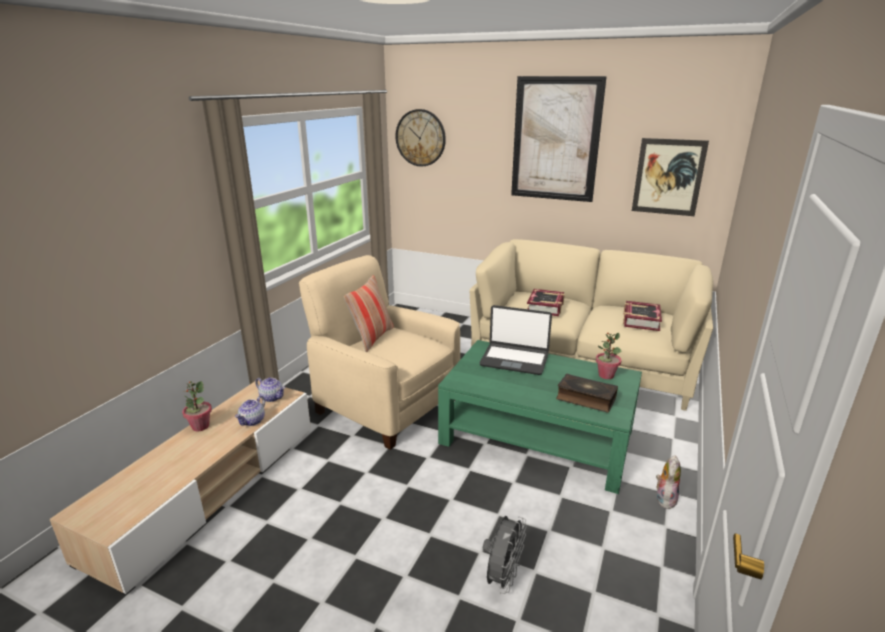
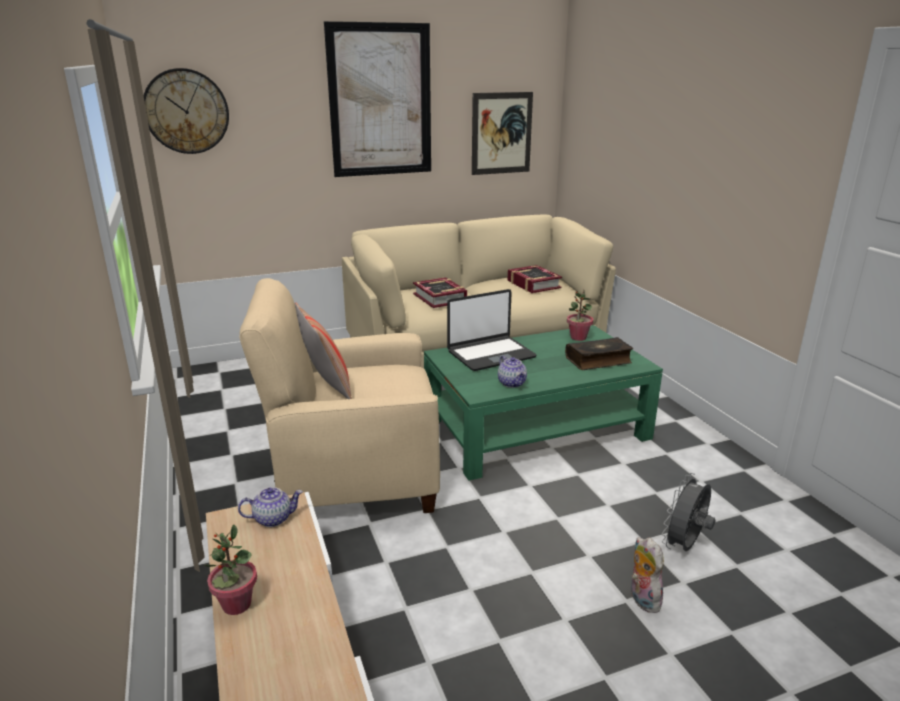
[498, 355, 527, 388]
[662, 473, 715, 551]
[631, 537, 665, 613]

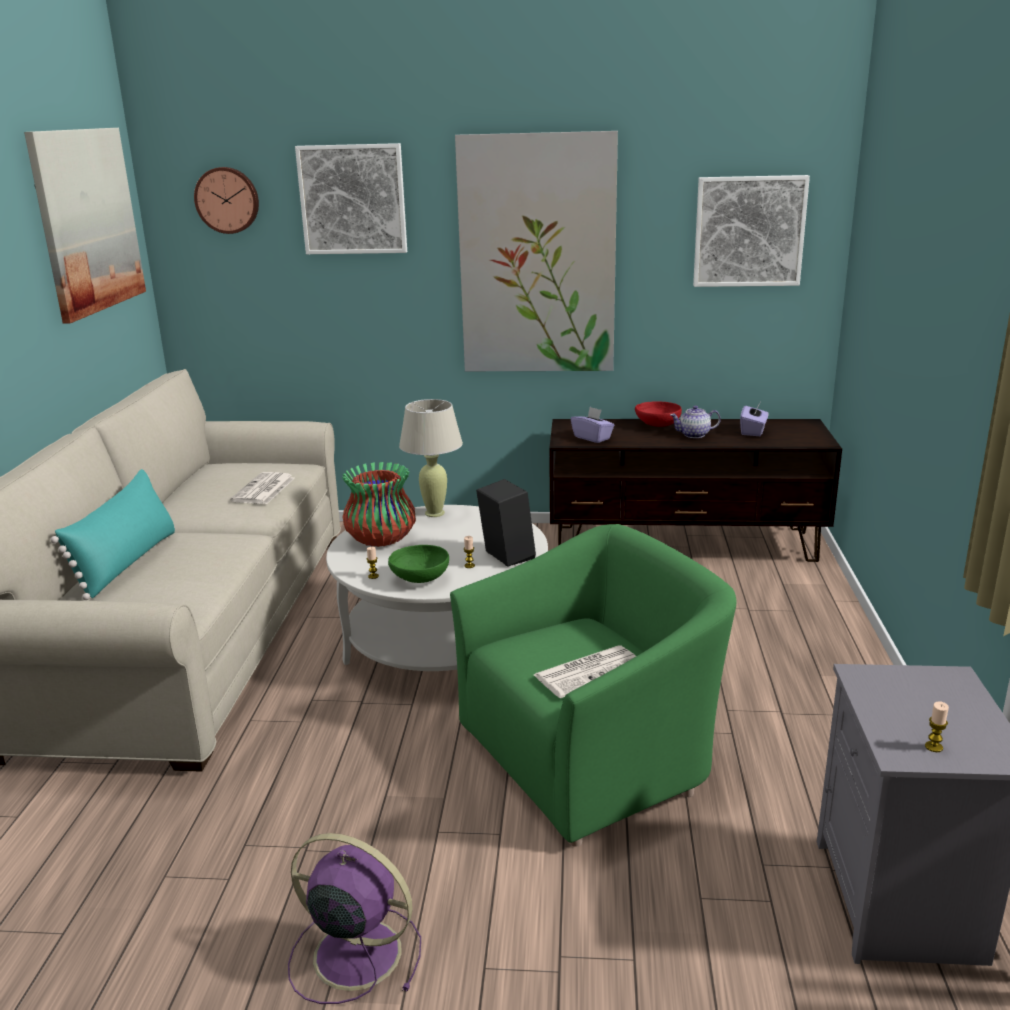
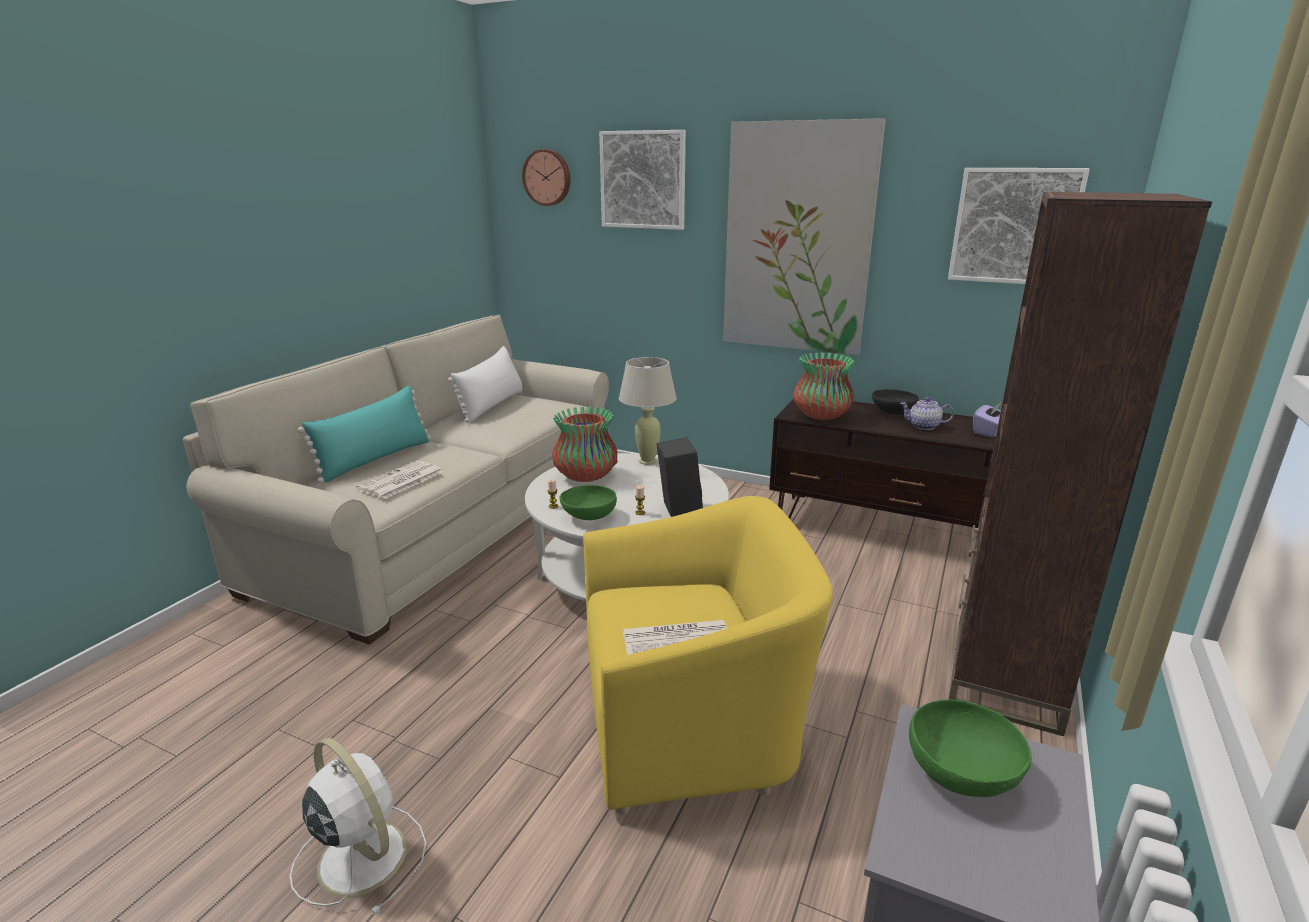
[24, 128, 146, 324] (first image)
[356, 461, 443, 499]
[290, 738, 426, 915]
[583, 496, 832, 814]
[793, 353, 855, 420]
[872, 389, 919, 415]
[925, 701, 949, 752] (first image)
[448, 346, 522, 423]
[909, 699, 1031, 797]
[949, 192, 1212, 736]

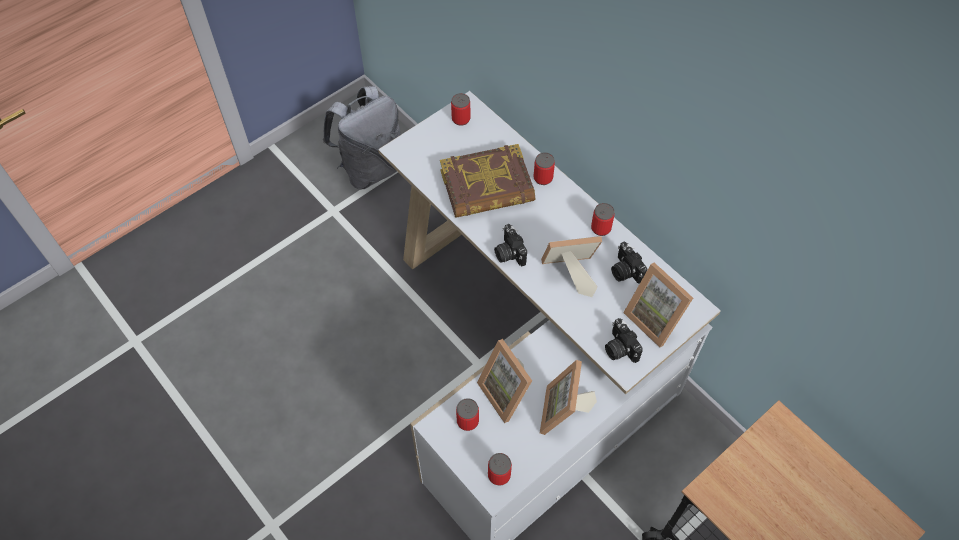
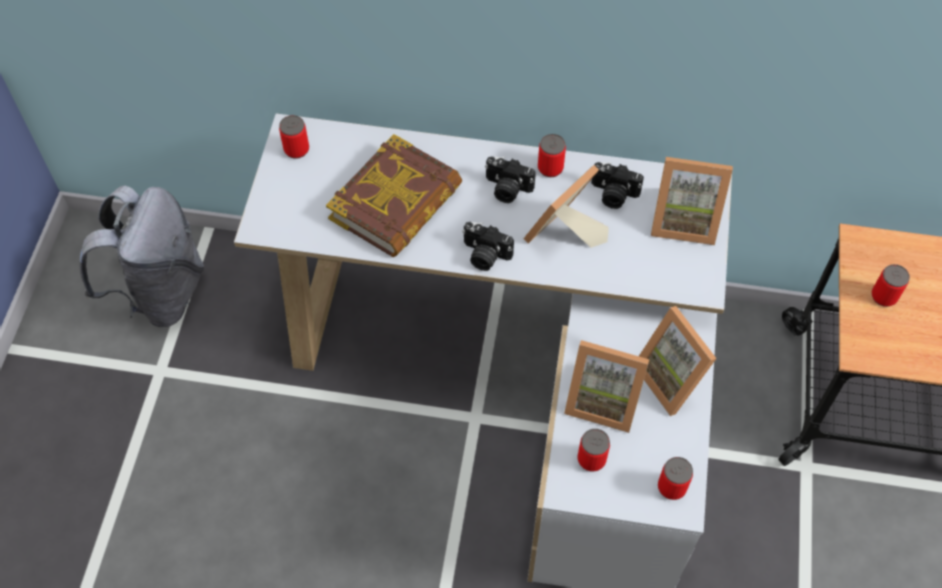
[872, 264, 910, 307]
[485, 156, 536, 203]

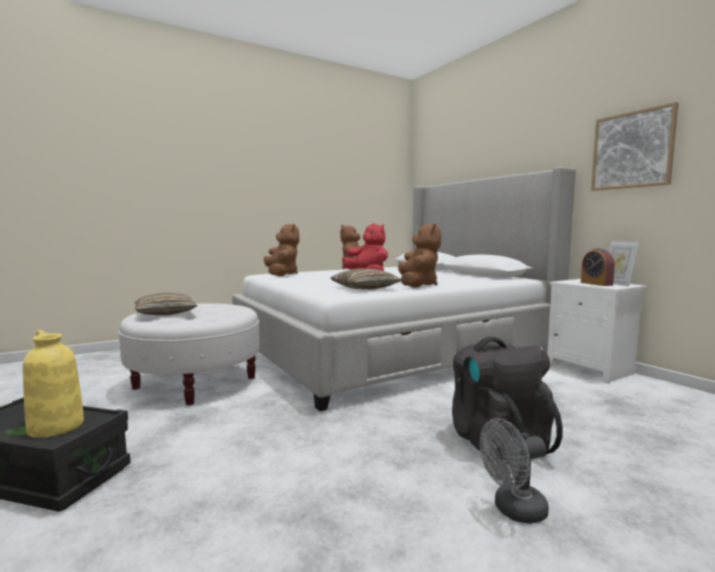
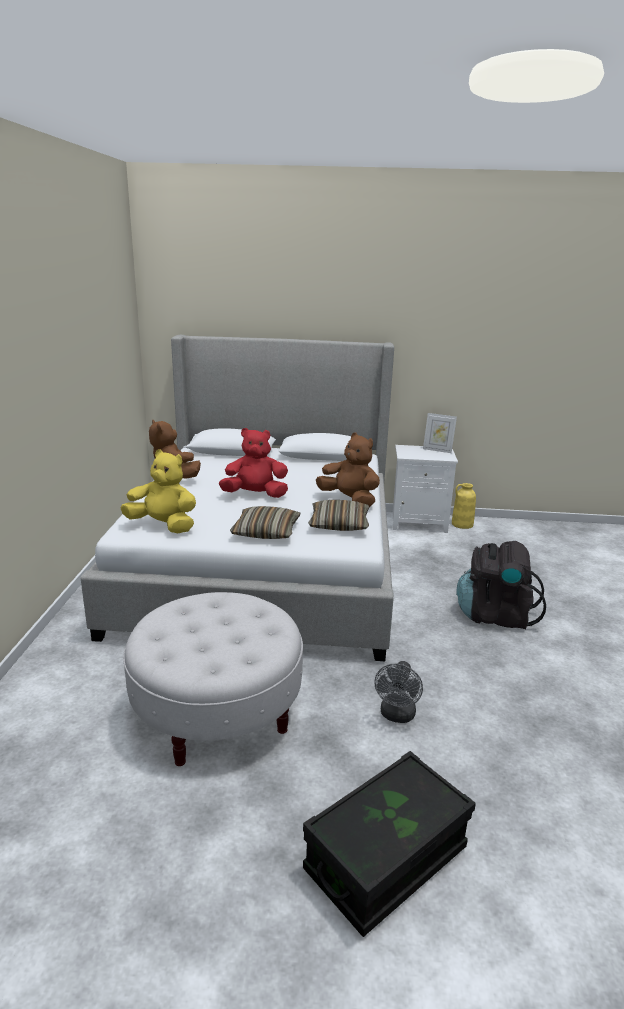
[452, 483, 476, 529]
[230, 506, 300, 539]
[121, 449, 196, 533]
[375, 661, 423, 723]
[581, 248, 615, 286] (first image)
[591, 102, 679, 191] (first image)

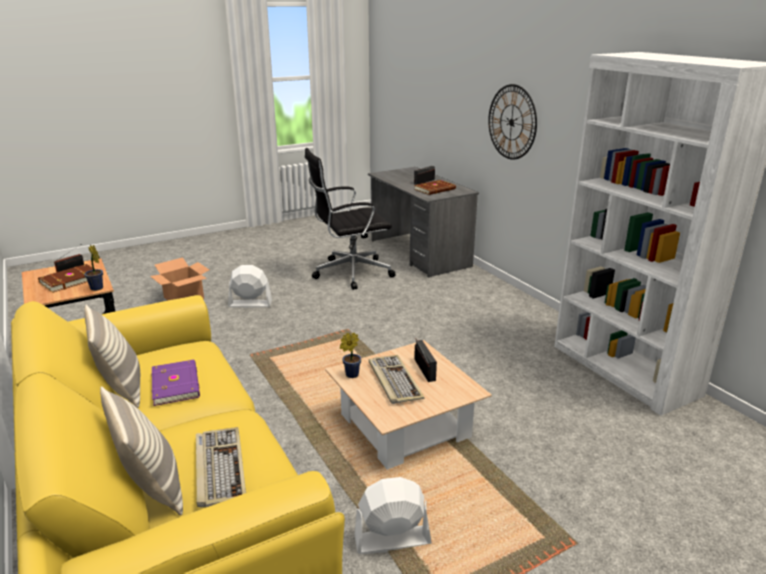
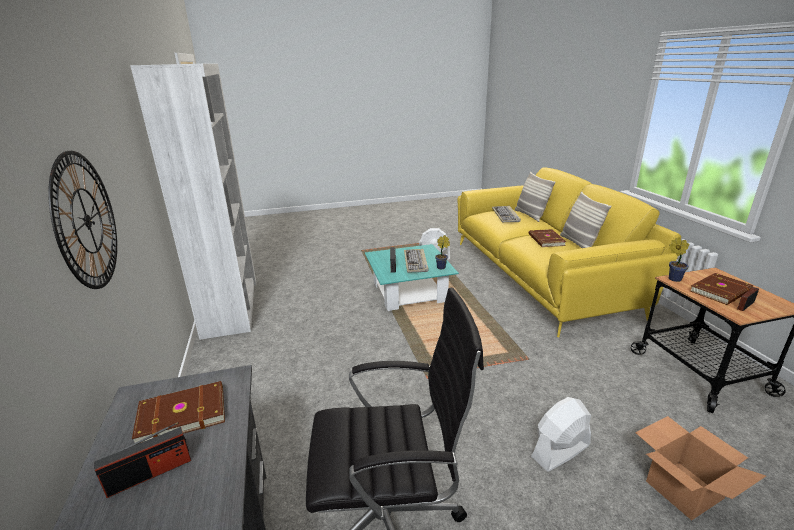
[529, 229, 566, 247]
[531, 397, 591, 471]
[365, 244, 459, 311]

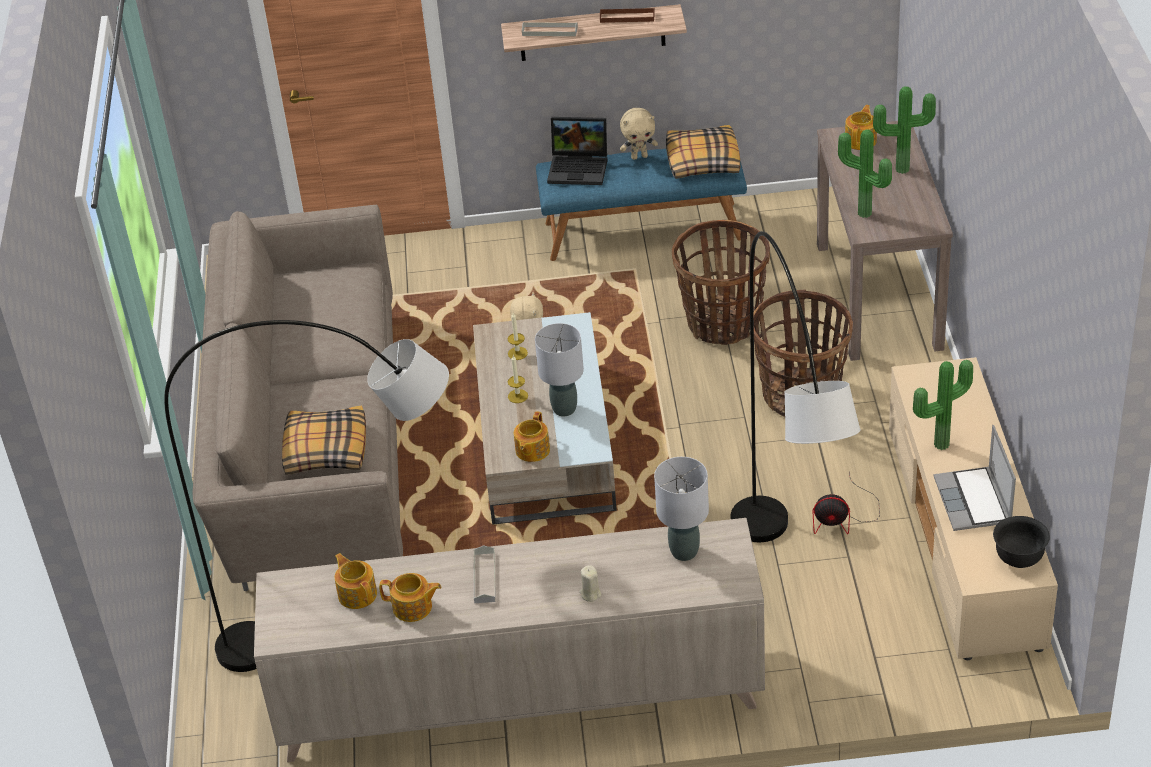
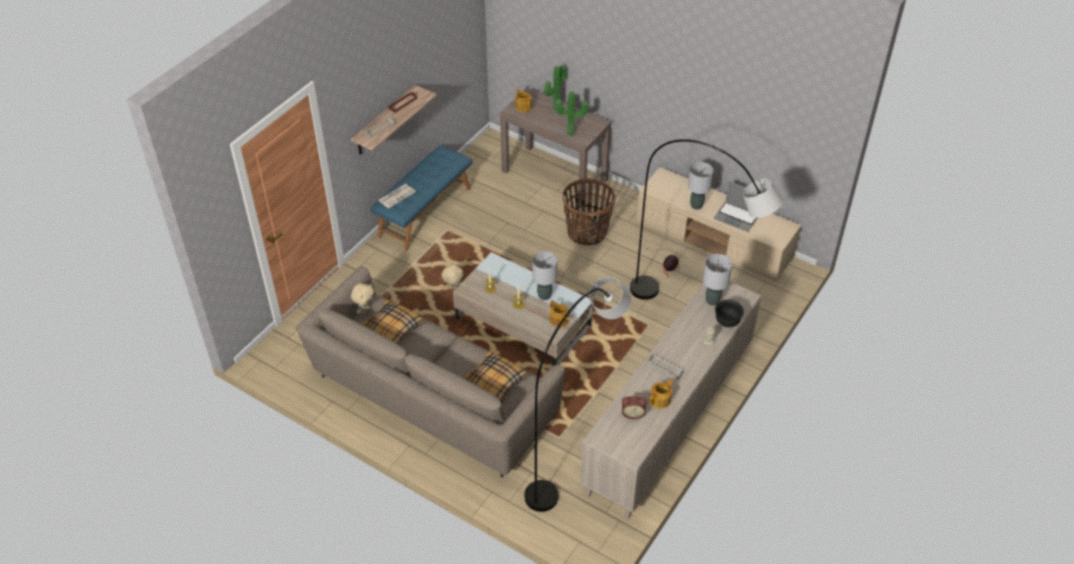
[622, 396, 647, 419]
[378, 184, 416, 208]
[351, 283, 374, 314]
[362, 300, 424, 345]
[672, 220, 770, 345] (first image)
[688, 162, 713, 210]
[715, 300, 744, 327]

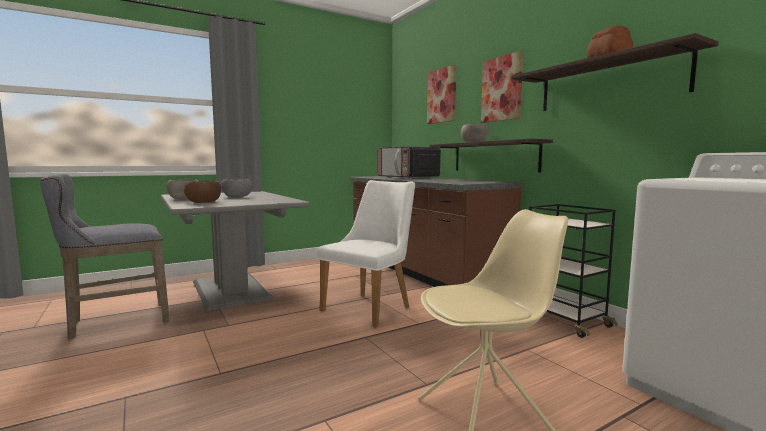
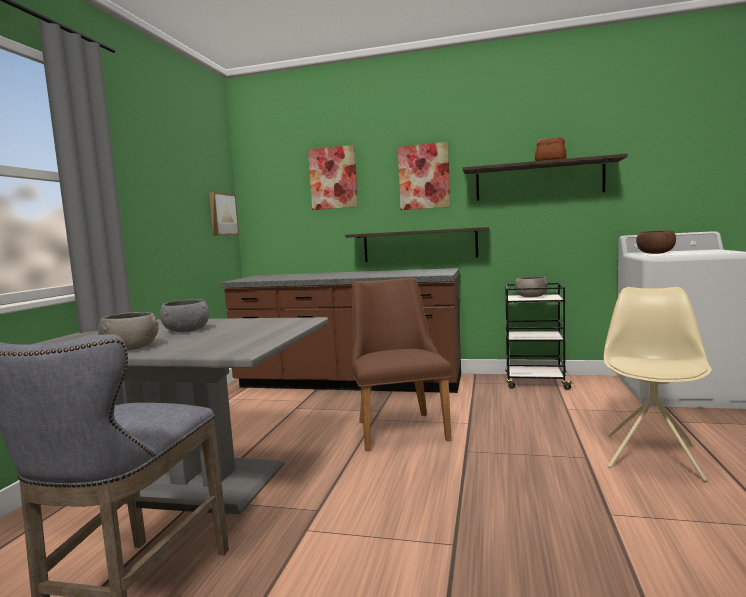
[636, 230, 676, 254]
[351, 277, 452, 451]
[377, 147, 441, 179] (first image)
[515, 277, 548, 297]
[209, 192, 239, 236]

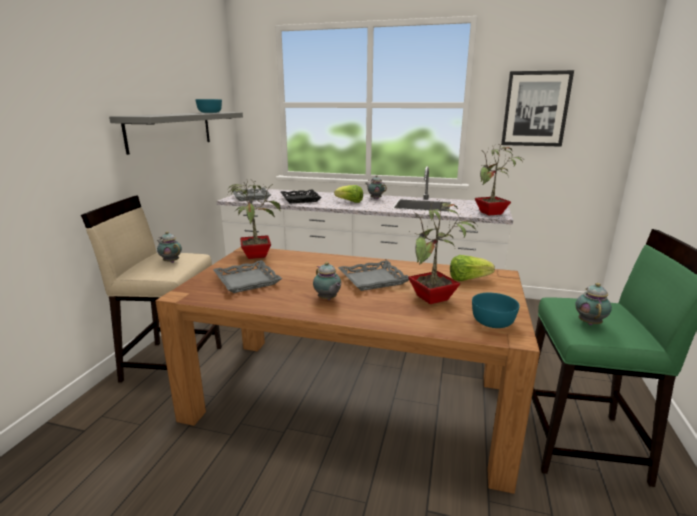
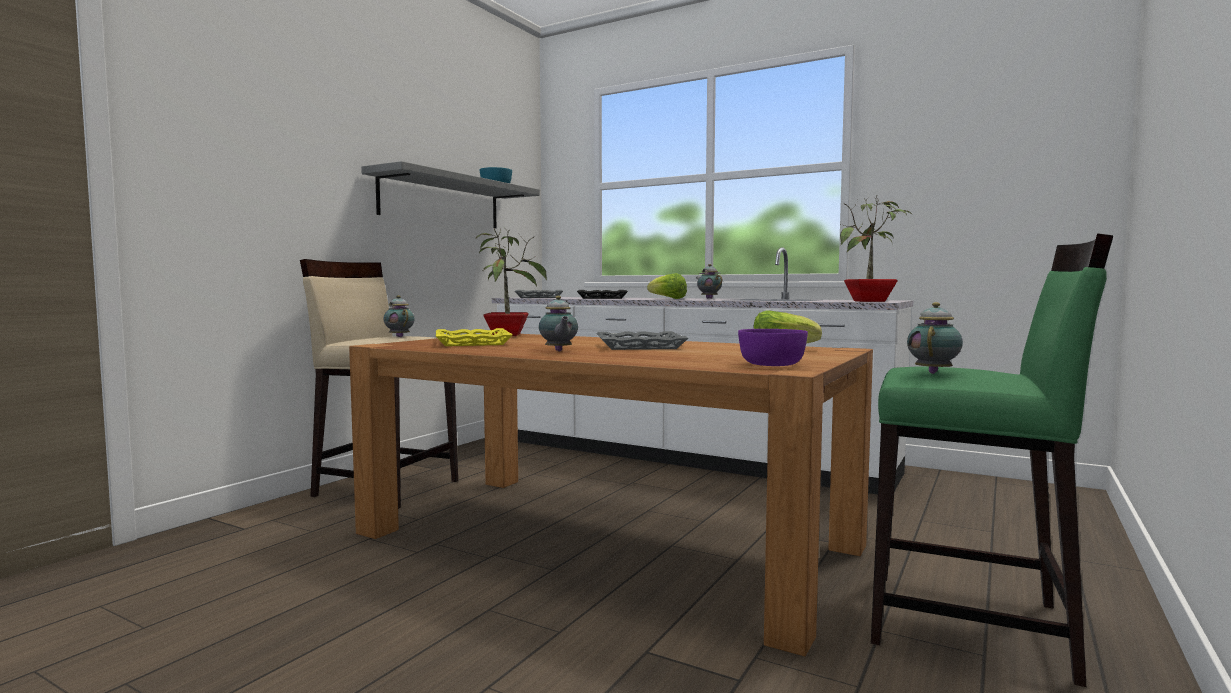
[436, 328, 512, 346]
[408, 200, 478, 304] (first image)
[738, 329, 808, 366]
[501, 70, 574, 147] (first image)

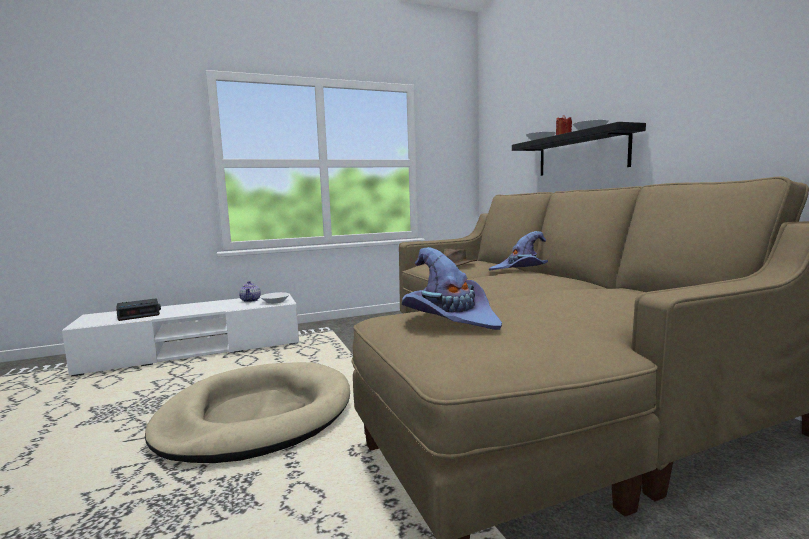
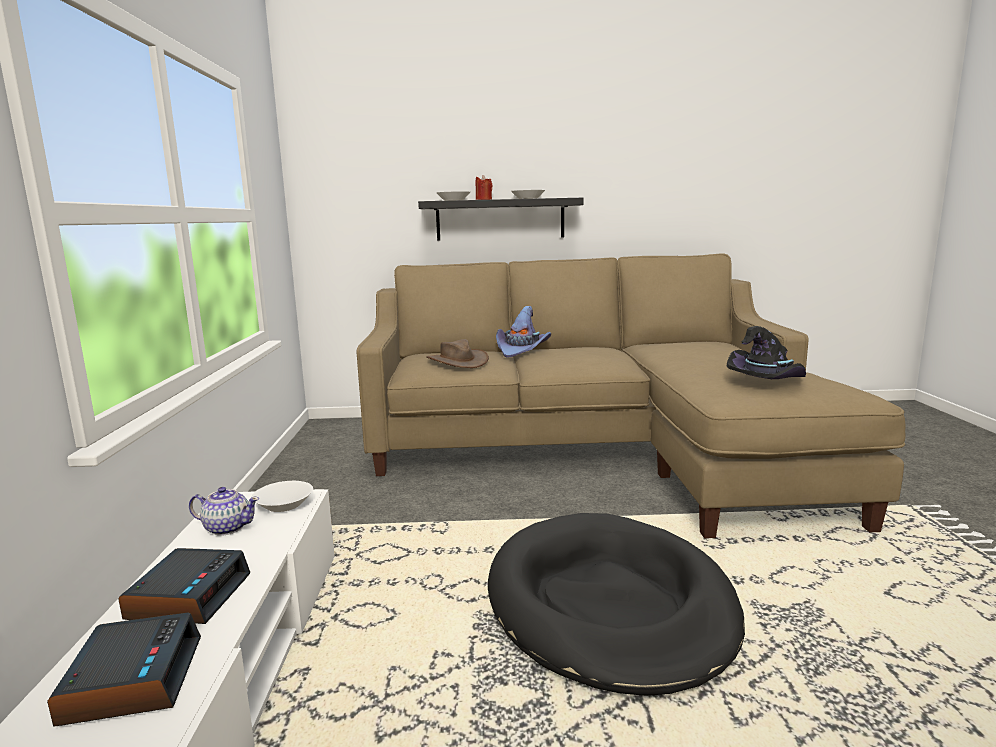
[488, 513, 745, 696]
[727, 326, 806, 379]
[118, 548, 250, 624]

